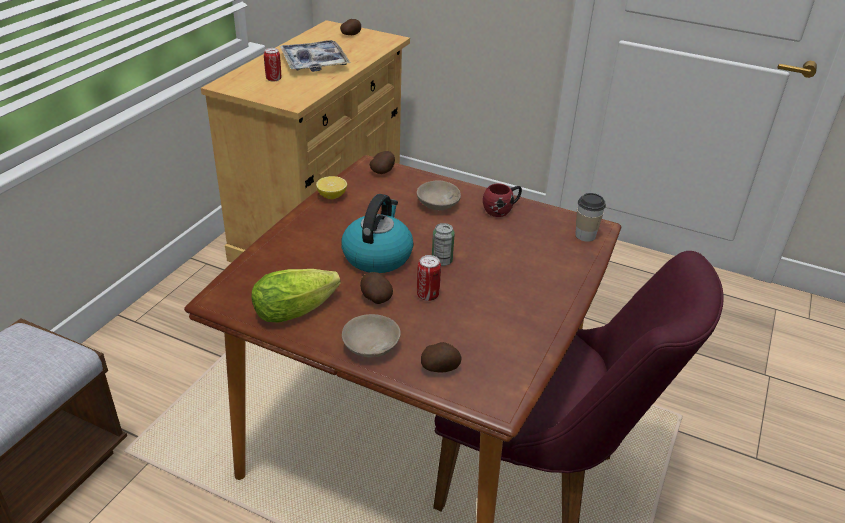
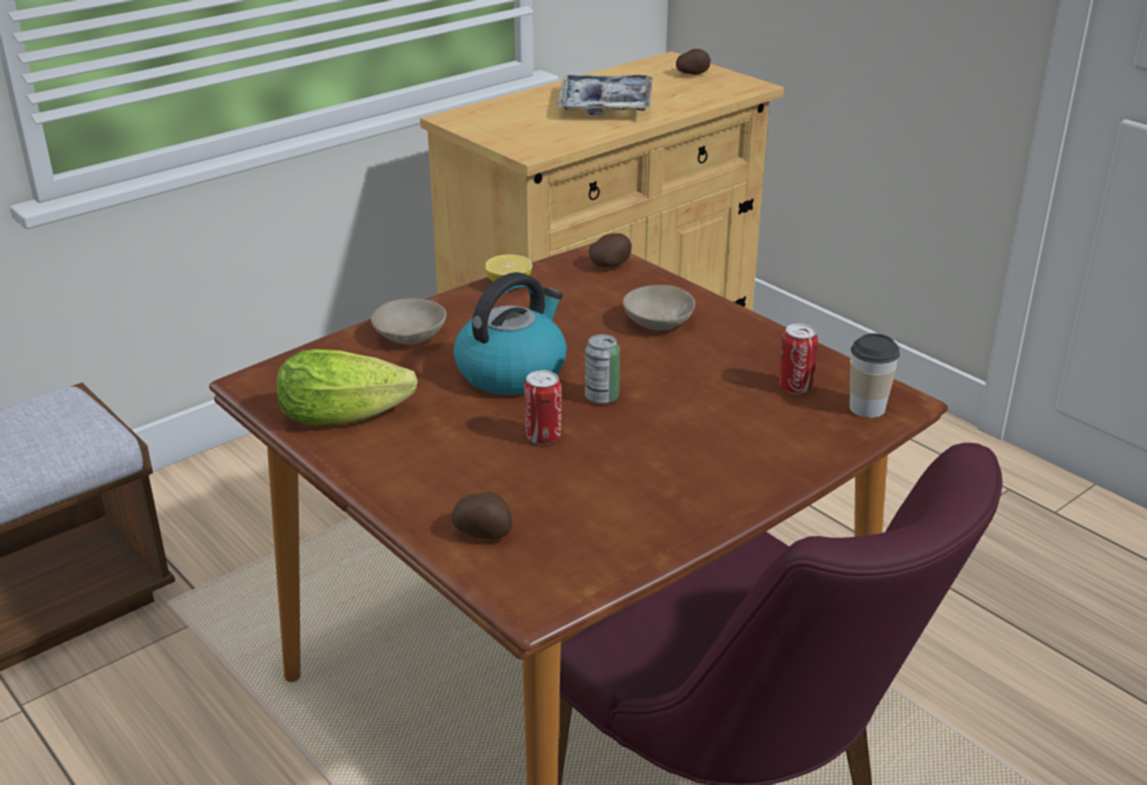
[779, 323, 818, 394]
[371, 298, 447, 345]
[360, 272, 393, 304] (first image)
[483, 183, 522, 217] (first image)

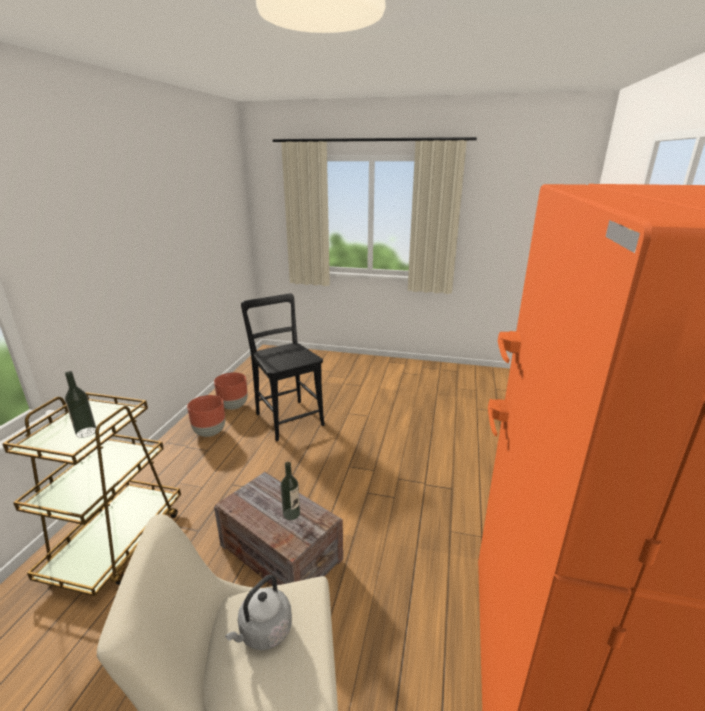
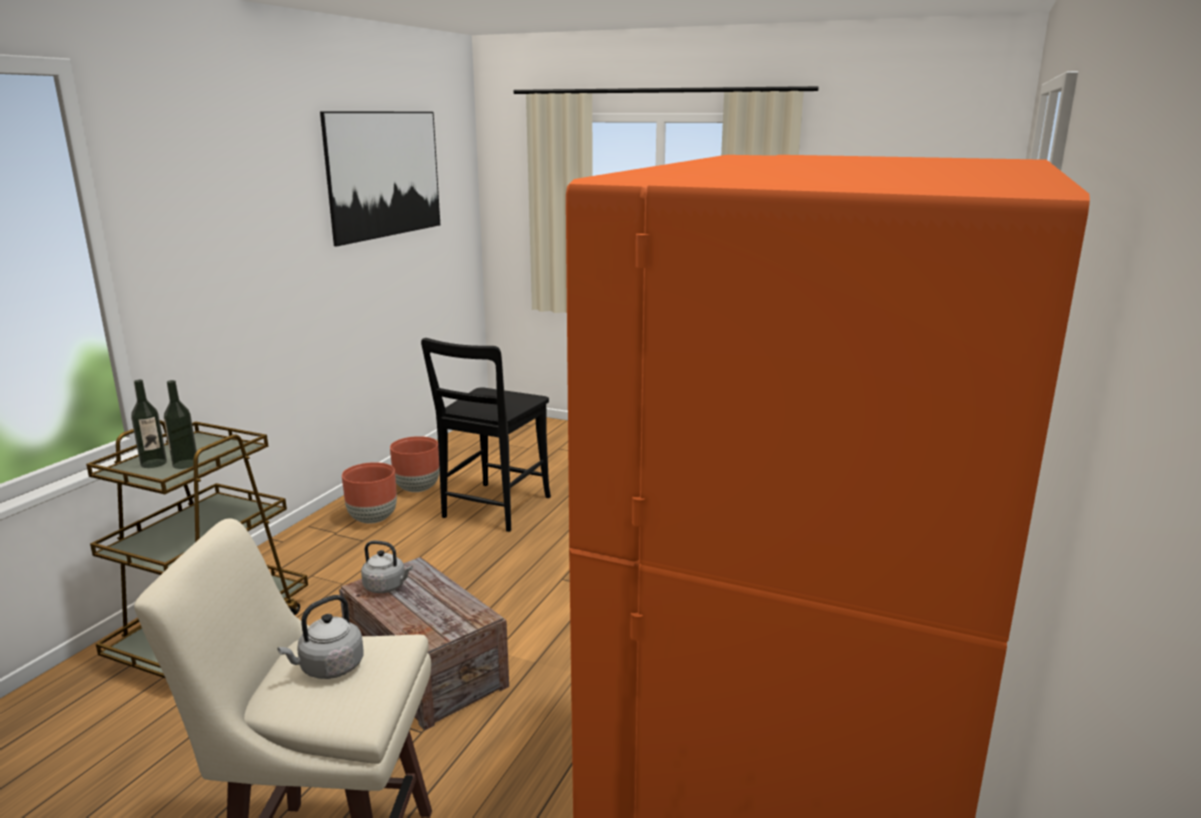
[421, 338, 551, 532]
[131, 380, 167, 468]
[320, 111, 440, 246]
[361, 541, 413, 593]

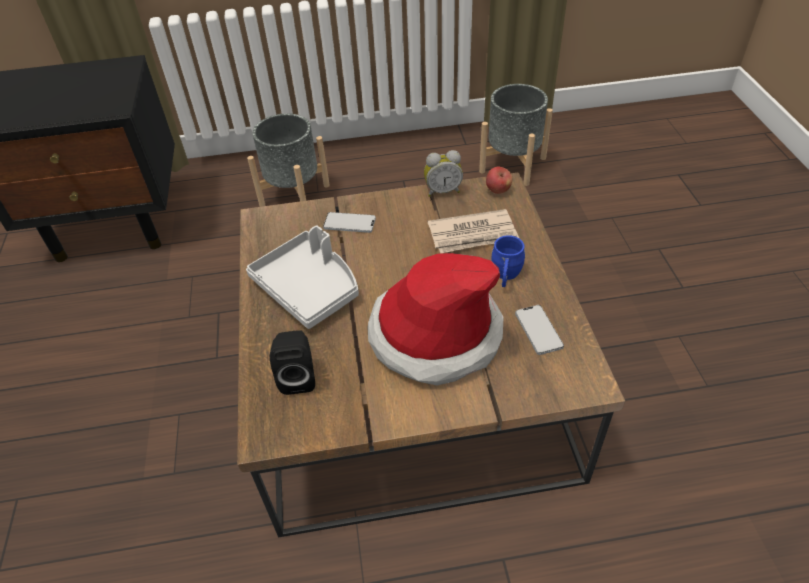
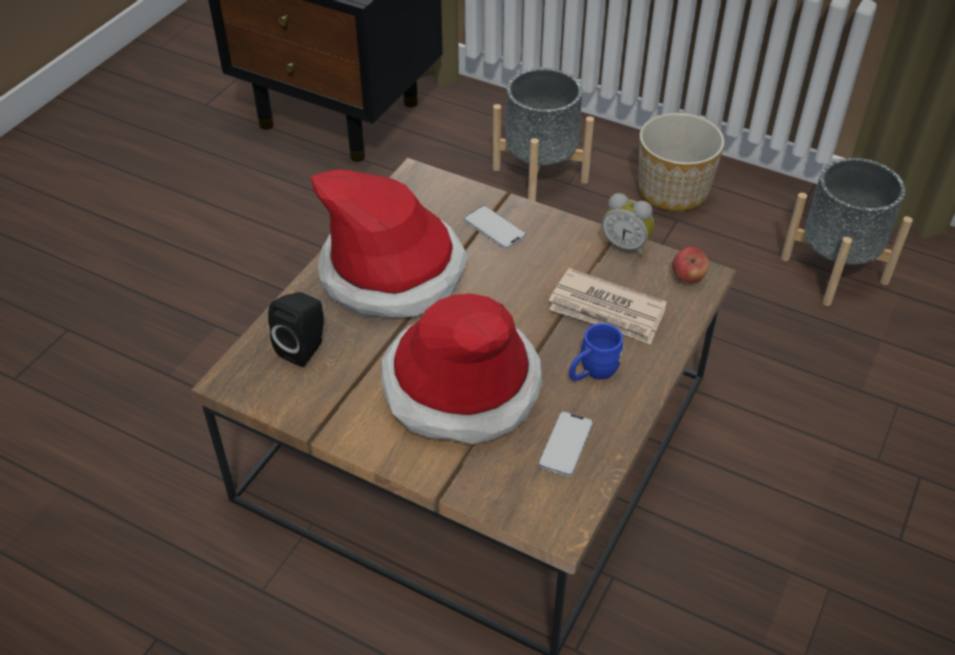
[311, 169, 468, 317]
[638, 113, 725, 211]

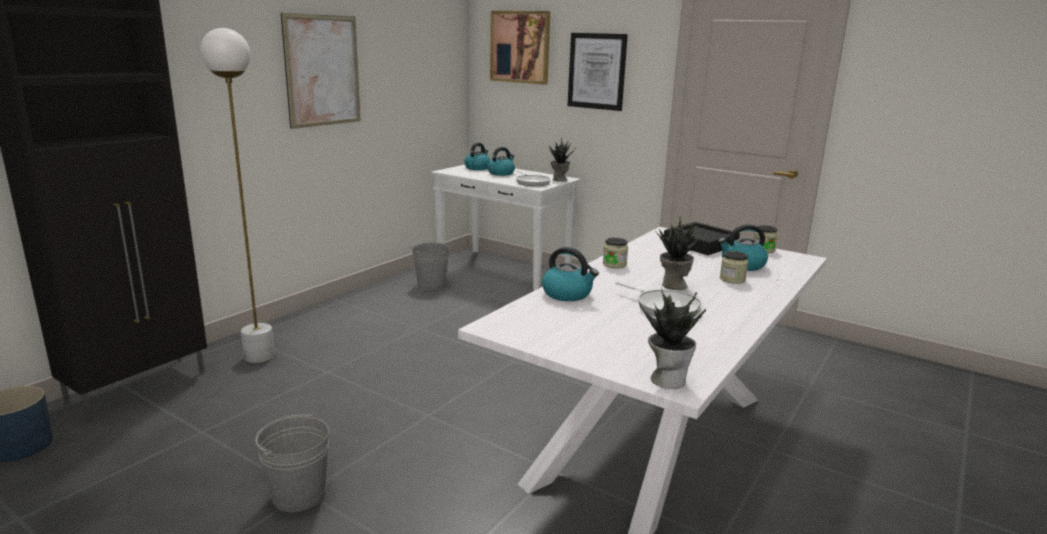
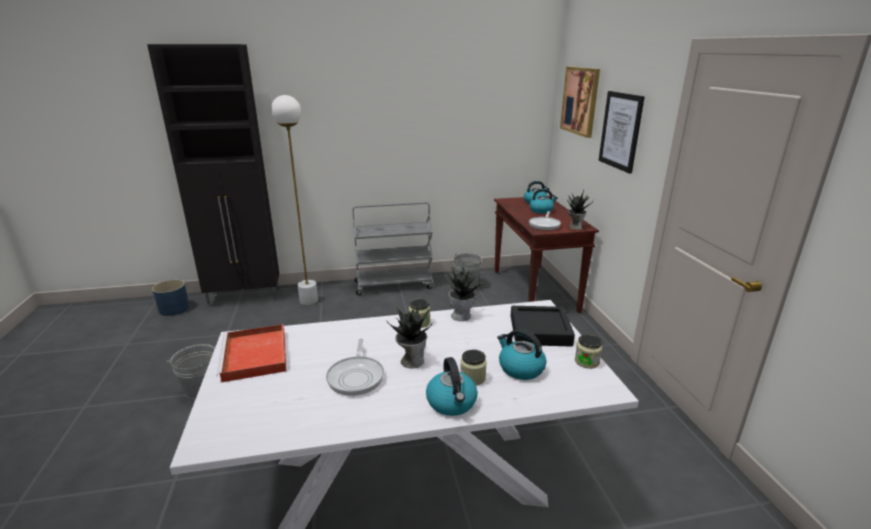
[281, 13, 361, 129] (first image)
[494, 196, 599, 313]
[426, 357, 478, 416]
[446, 265, 487, 321]
[217, 324, 286, 383]
[353, 202, 434, 295]

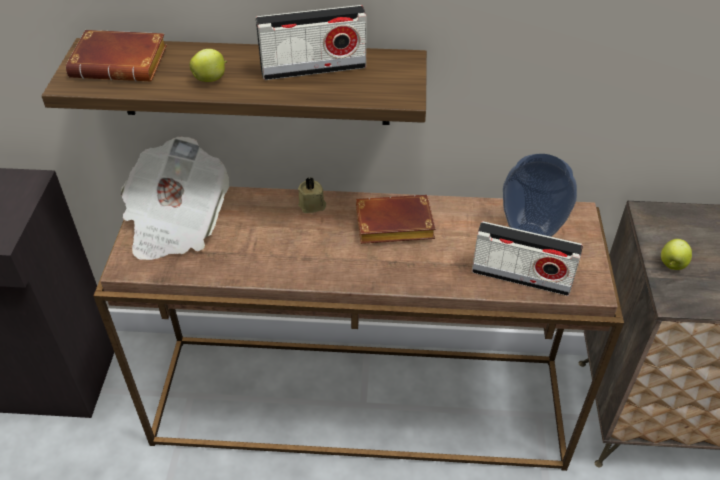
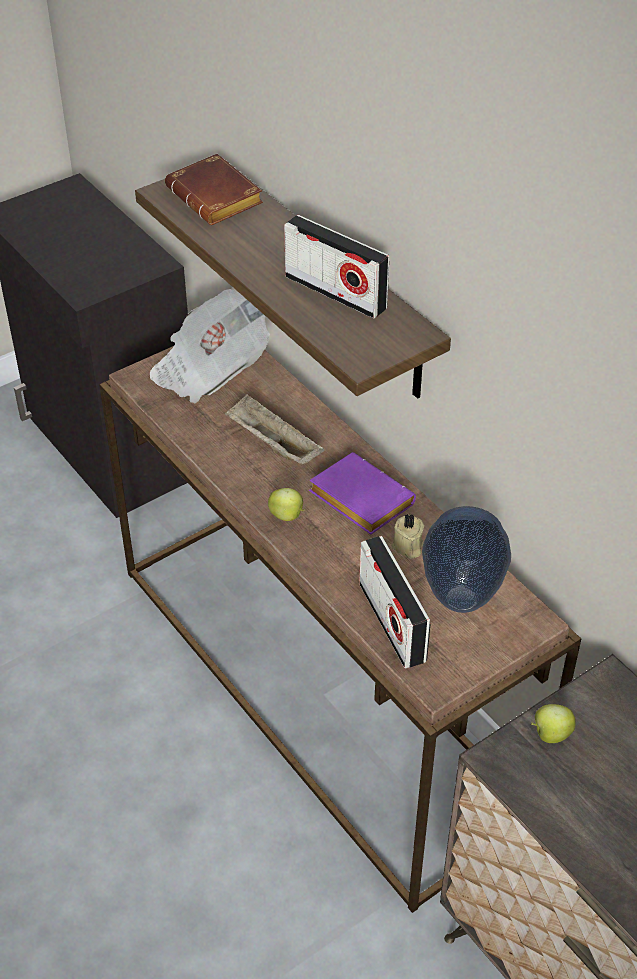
[268, 488, 305, 521]
[392, 513, 424, 559]
[309, 452, 416, 535]
[225, 394, 324, 464]

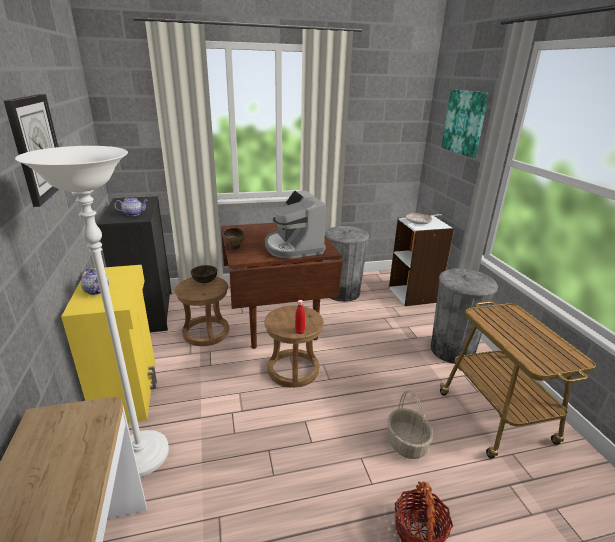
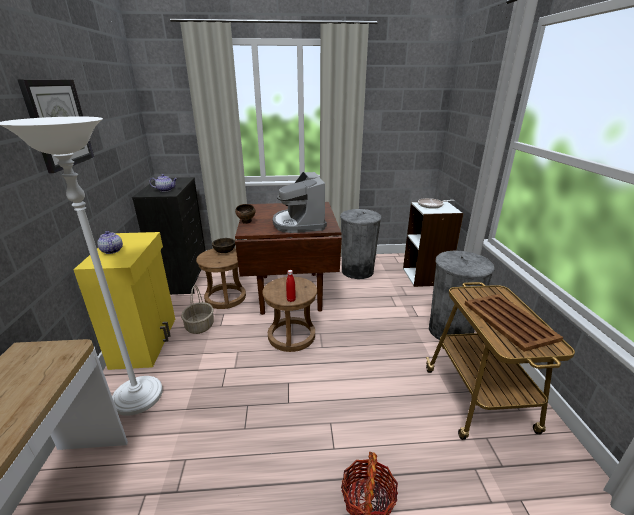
[181, 285, 214, 334]
[441, 89, 489, 158] (first image)
[464, 294, 563, 352]

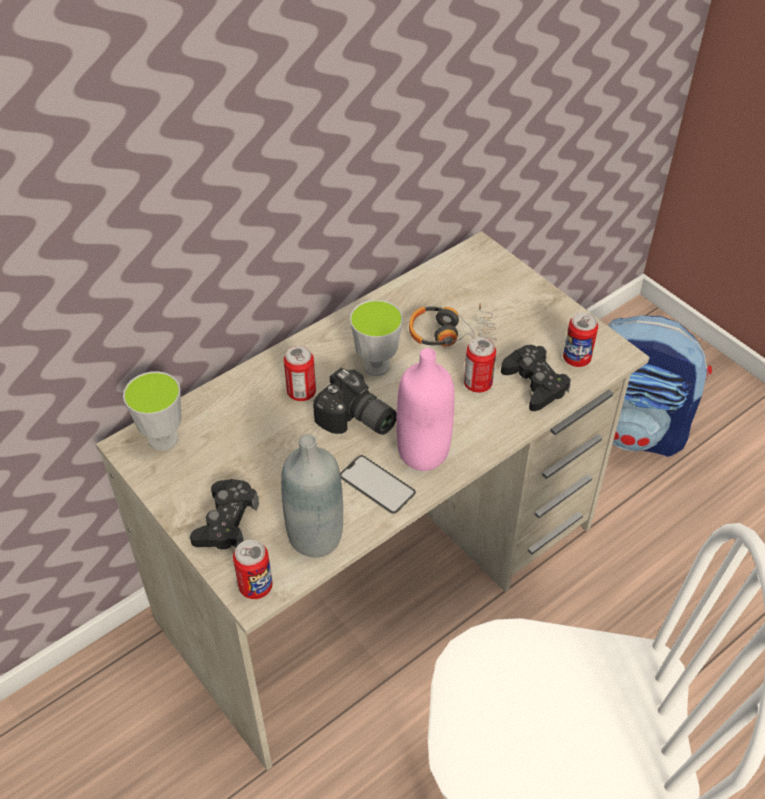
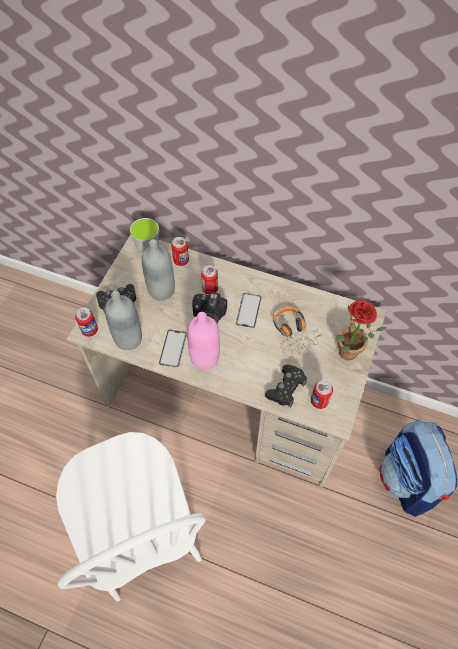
[236, 293, 261, 328]
[171, 237, 189, 266]
[142, 239, 175, 301]
[335, 300, 387, 360]

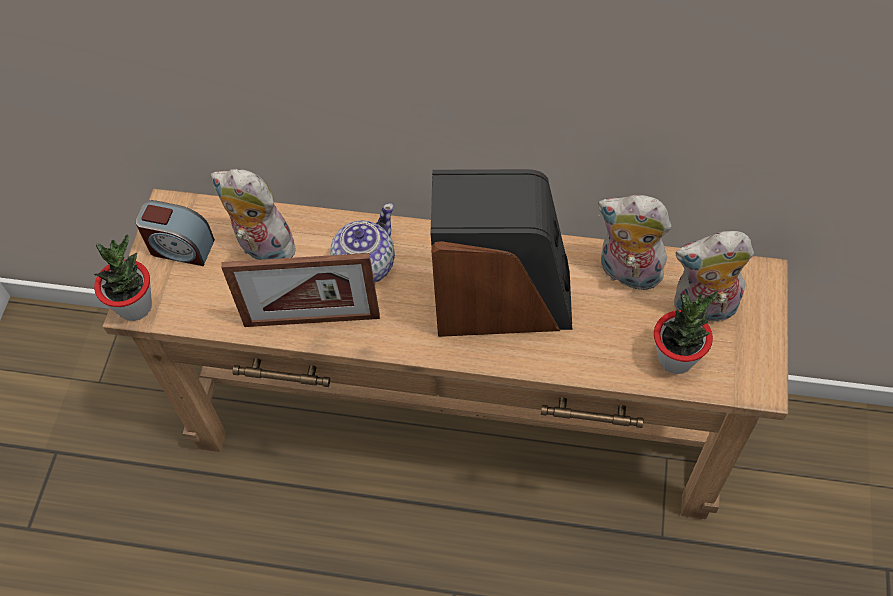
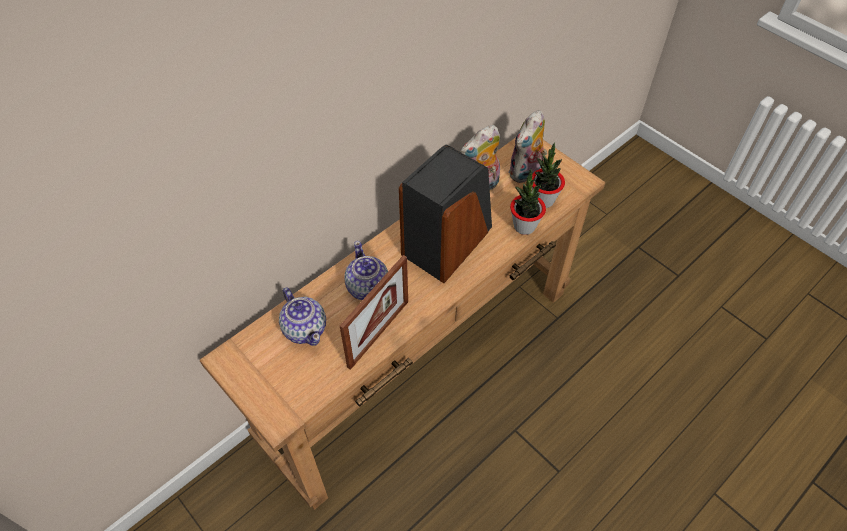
[510, 169, 546, 235]
[136, 200, 215, 266] (first image)
[279, 288, 326, 346]

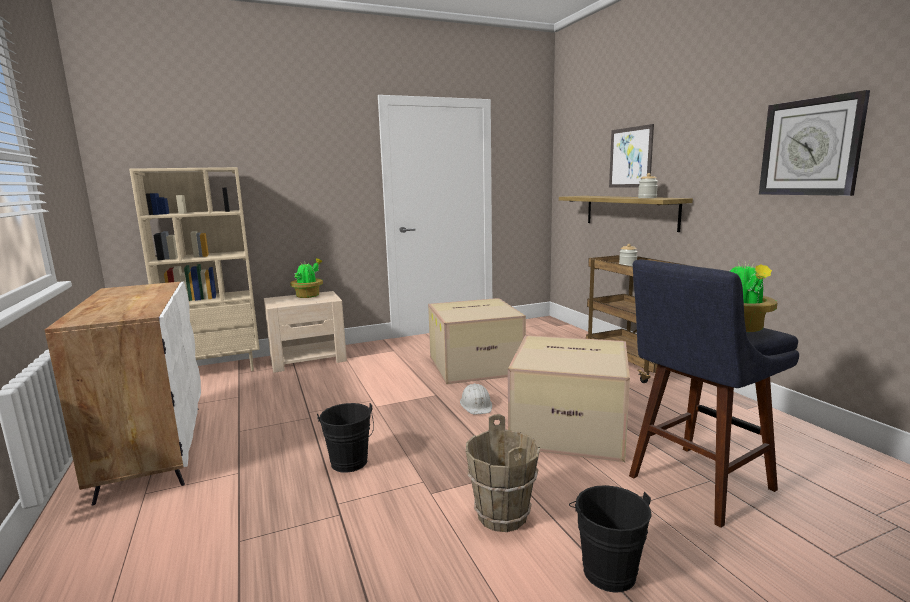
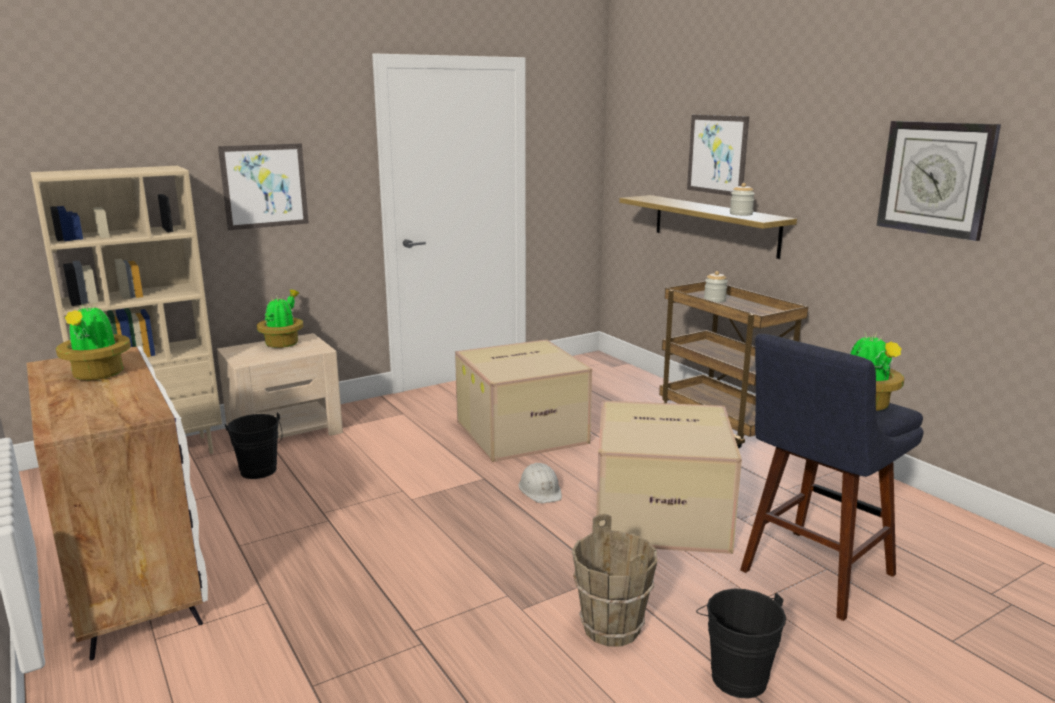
[225, 413, 282, 479]
[56, 303, 131, 380]
[218, 143, 309, 230]

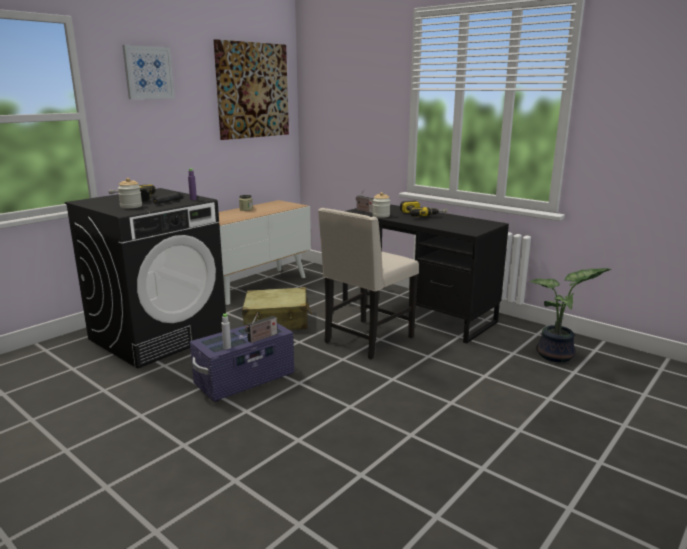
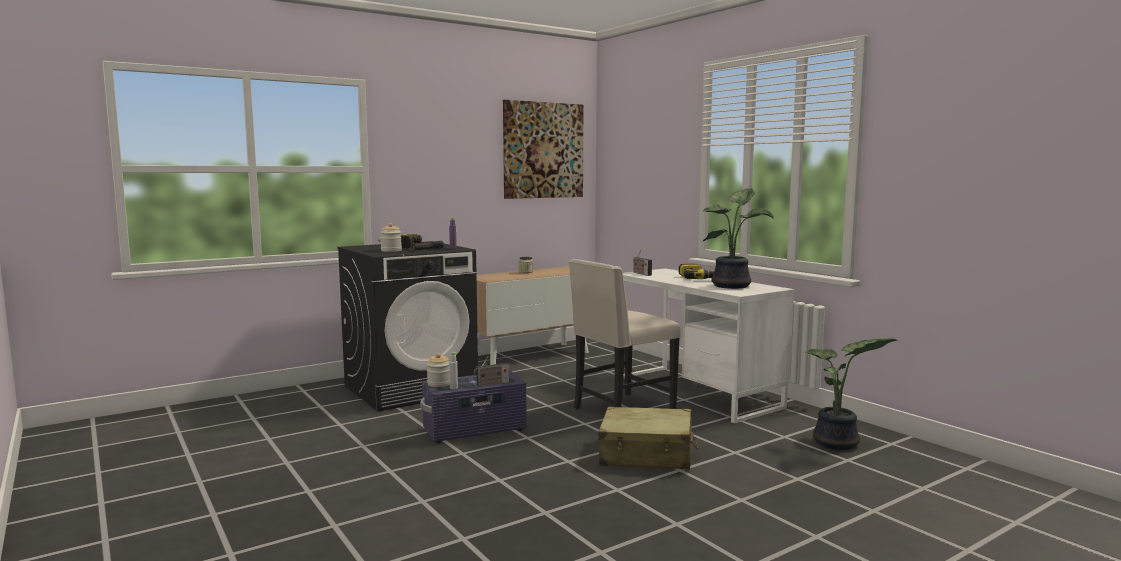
[122, 45, 175, 99] (first image)
[598, 407, 698, 470]
[623, 268, 794, 423]
[427, 353, 450, 387]
[702, 188, 774, 289]

